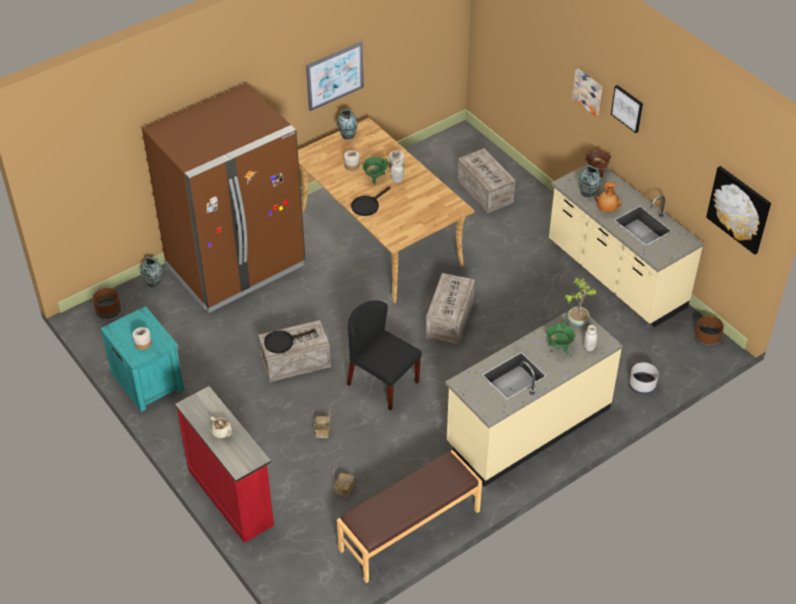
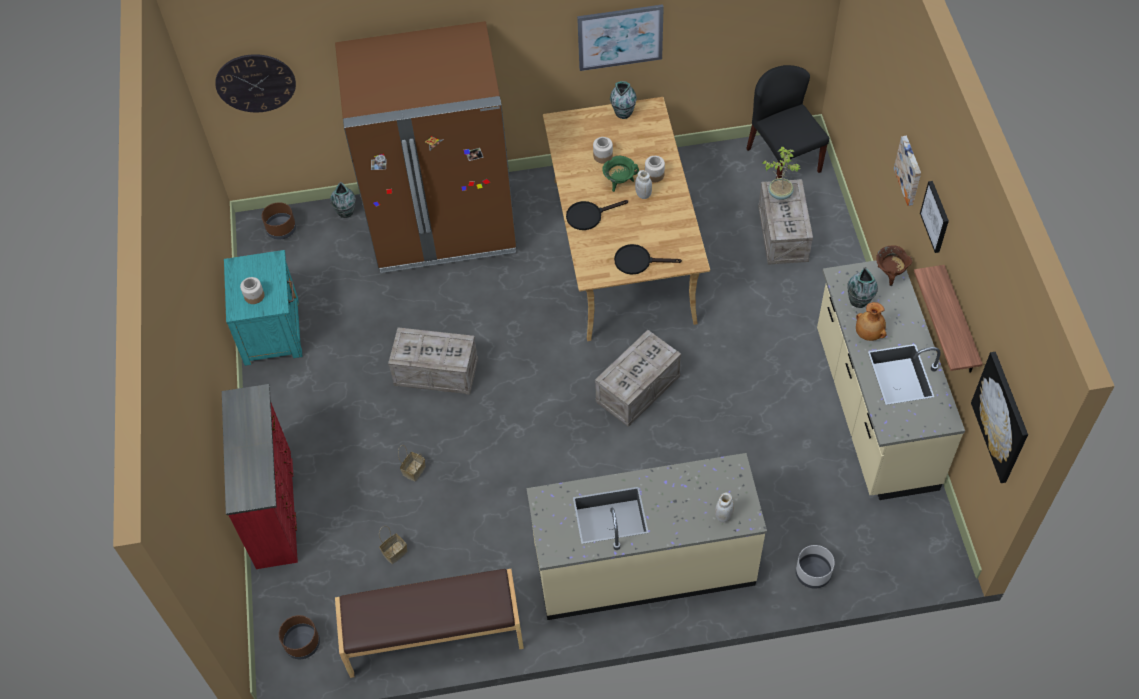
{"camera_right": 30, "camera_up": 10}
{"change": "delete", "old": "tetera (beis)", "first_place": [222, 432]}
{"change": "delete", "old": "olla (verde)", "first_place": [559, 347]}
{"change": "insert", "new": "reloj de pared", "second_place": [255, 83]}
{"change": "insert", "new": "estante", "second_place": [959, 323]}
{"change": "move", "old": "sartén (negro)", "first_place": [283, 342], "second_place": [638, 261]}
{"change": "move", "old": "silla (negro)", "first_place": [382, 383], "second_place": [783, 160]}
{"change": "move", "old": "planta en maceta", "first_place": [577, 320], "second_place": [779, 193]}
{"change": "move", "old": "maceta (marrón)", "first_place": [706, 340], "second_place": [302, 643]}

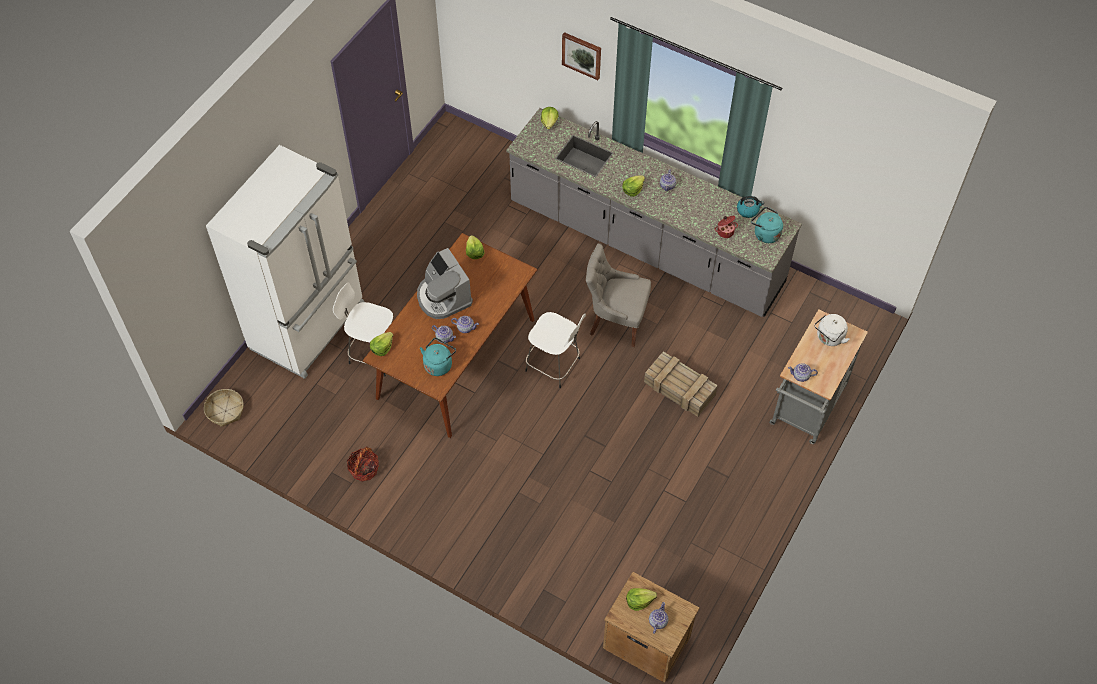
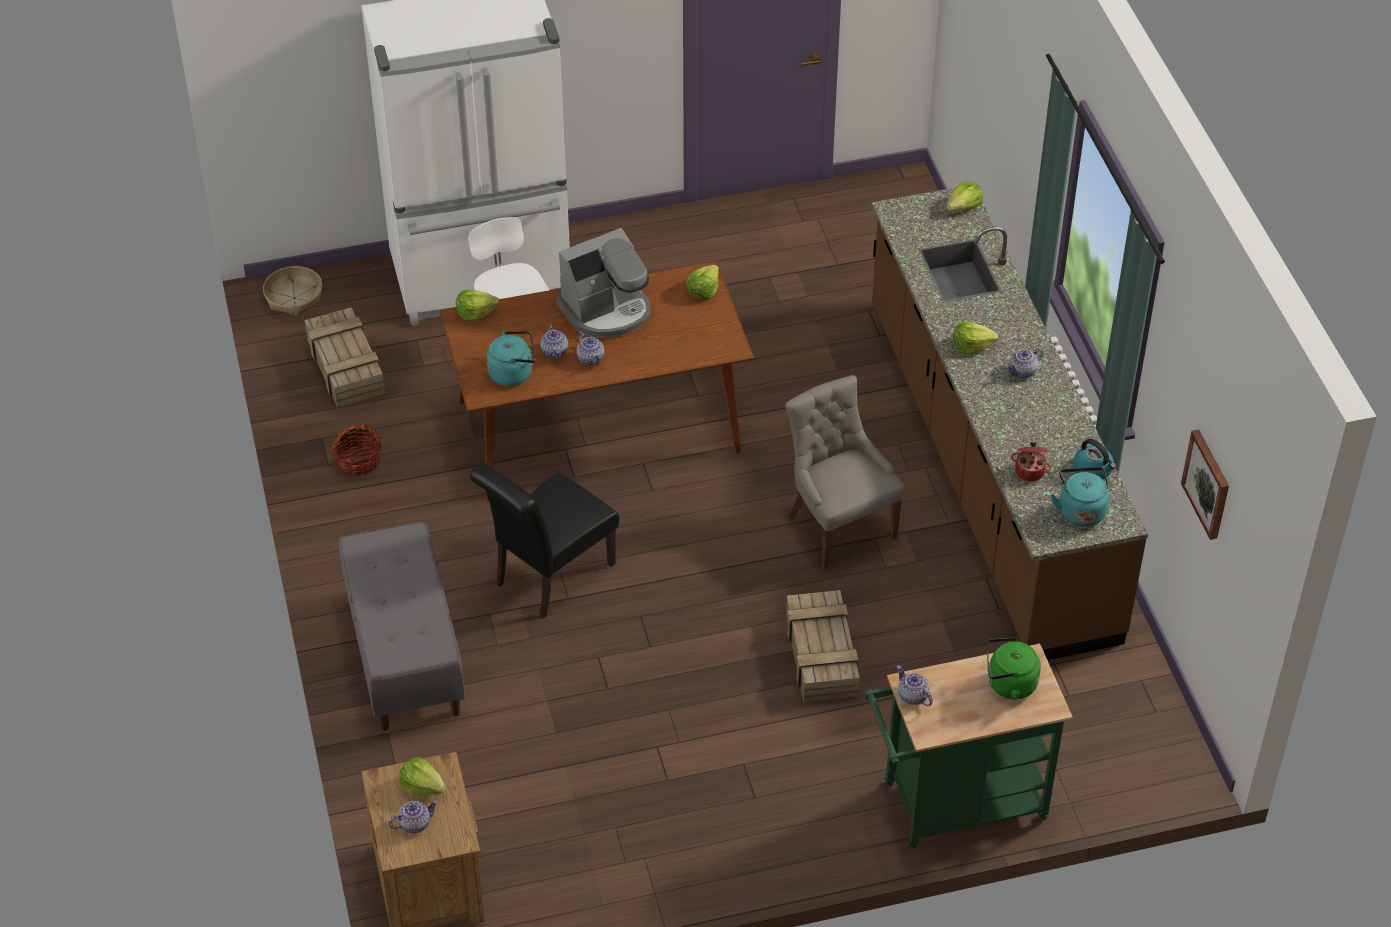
{"camera_right": 45, "camera_up": -10}
{"change": "delete", "old": "taburete (blanco)", "first_place": [554, 365]}
{"change": "insert", "new": "caja de embalaje", "second_place": [344, 366]}
{"change": "insert", "new": "banco (gris)", "second_place": [404, 653]}
{"change": "insert", "new": "silla (negro)", "second_place": [549, 577]}
{"change": "move", "old": "cuadro", "first_place": [582, 55], "second_place": [1208, 484]}
{"change": "recolor", "old": "mueble bajo de cocina (gris)", "new": "mueble bajo de cocina (marrón)", "first_place": [645, 244], "second_place": [988, 470]}
{"change": "recolor", "old": "carrito (gris)", "new": "carrito (verde)", "first_place": [806, 410], "second_place": [954, 805]}
{"change": "recolor", "old": "hervidor (blanco)", "new": "hervidor (verde)", "first_place": [829, 338], "second_place": [1008, 684]}
{"change": "rotate", "old": "cafetera", "first_place": [443, 297], "second_place": [607, 311], "degrees": -135}

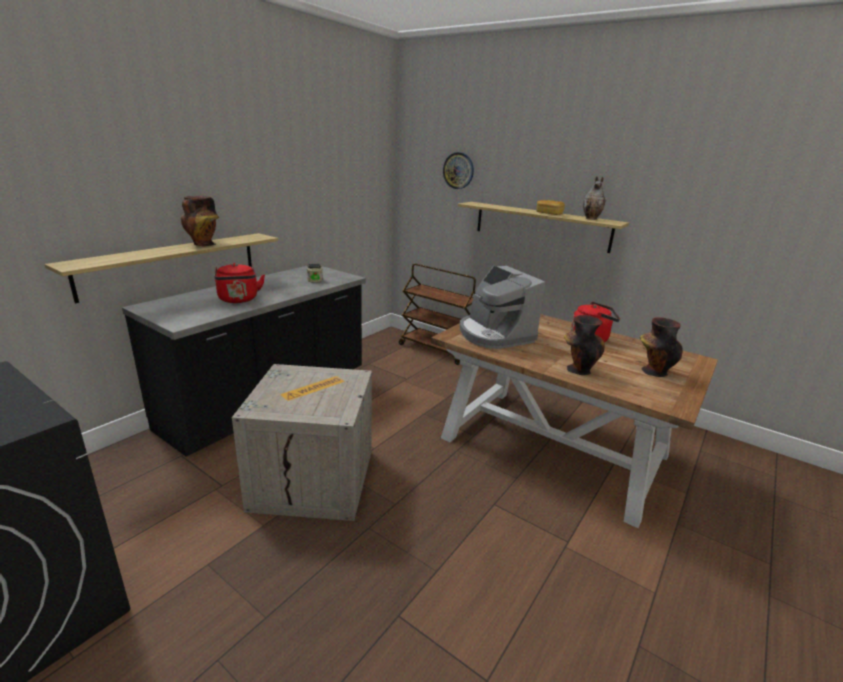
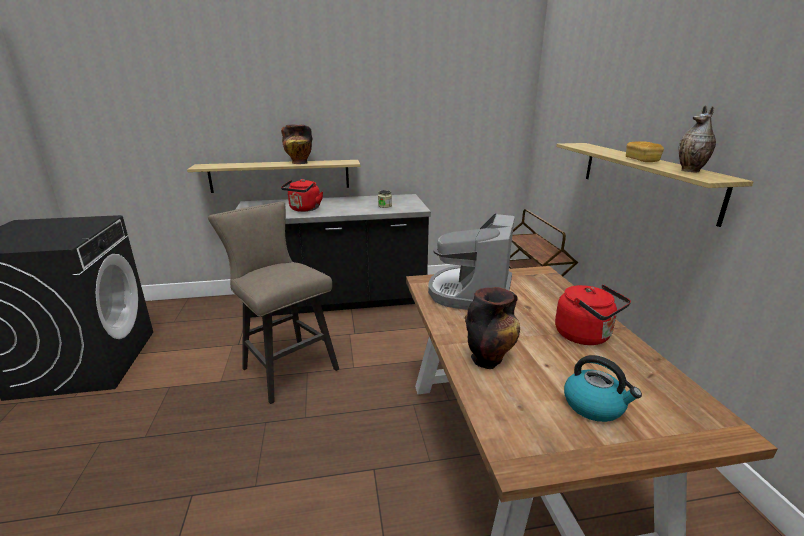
{"camera_right": 45, "camera_up": 0}
{"change": "delete", "old": "reloj de pared", "first_place": [458, 170]}
{"change": "replace", "old": "caja de embalaje", "new": "taburete (beis)", "first_place": [312, 478], "second_place": [285, 367]}
{"change": "replace", "old": "florero", "new": "hervidor", "first_place": [653, 371], "second_place": [594, 406]}

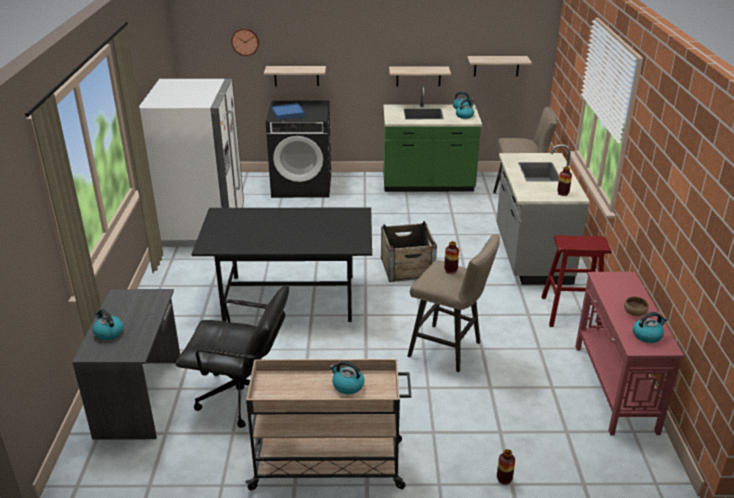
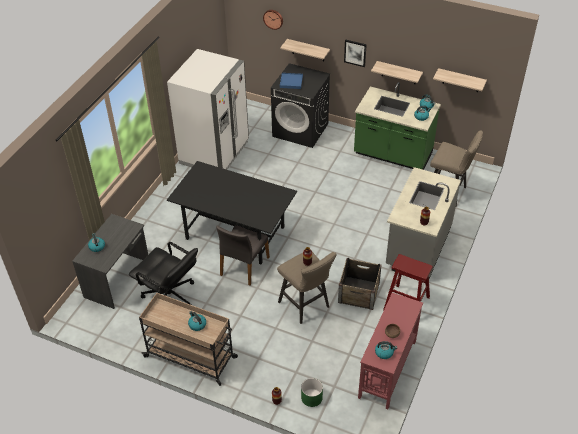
{"camera_right": 25, "camera_up": 15}
{"change": "insert", "new": "silla (gris)", "second_place": [243, 266]}
{"change": "insert", "new": "maceta (verde)", "second_place": [311, 397]}
{"change": "insert", "new": "cuadro", "second_place": [355, 52]}
{"change": "move", "old": "caja de embalaje", "first_place": [407, 267], "second_place": [358, 292]}

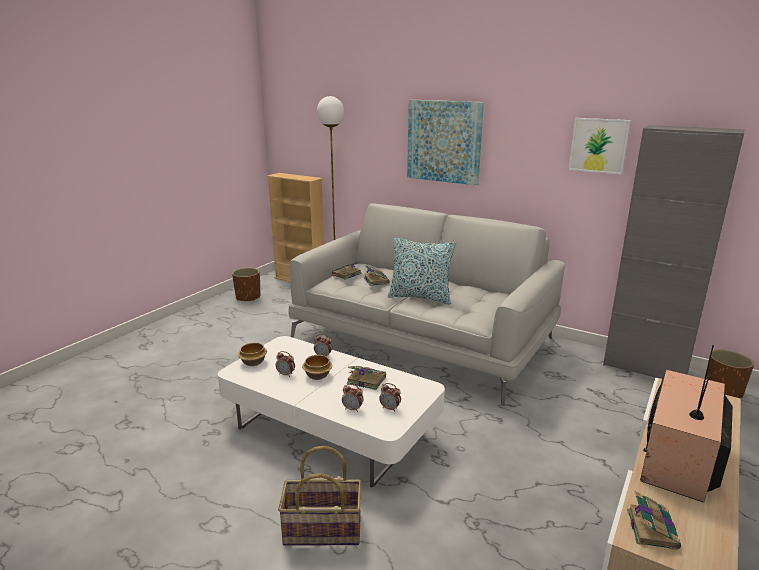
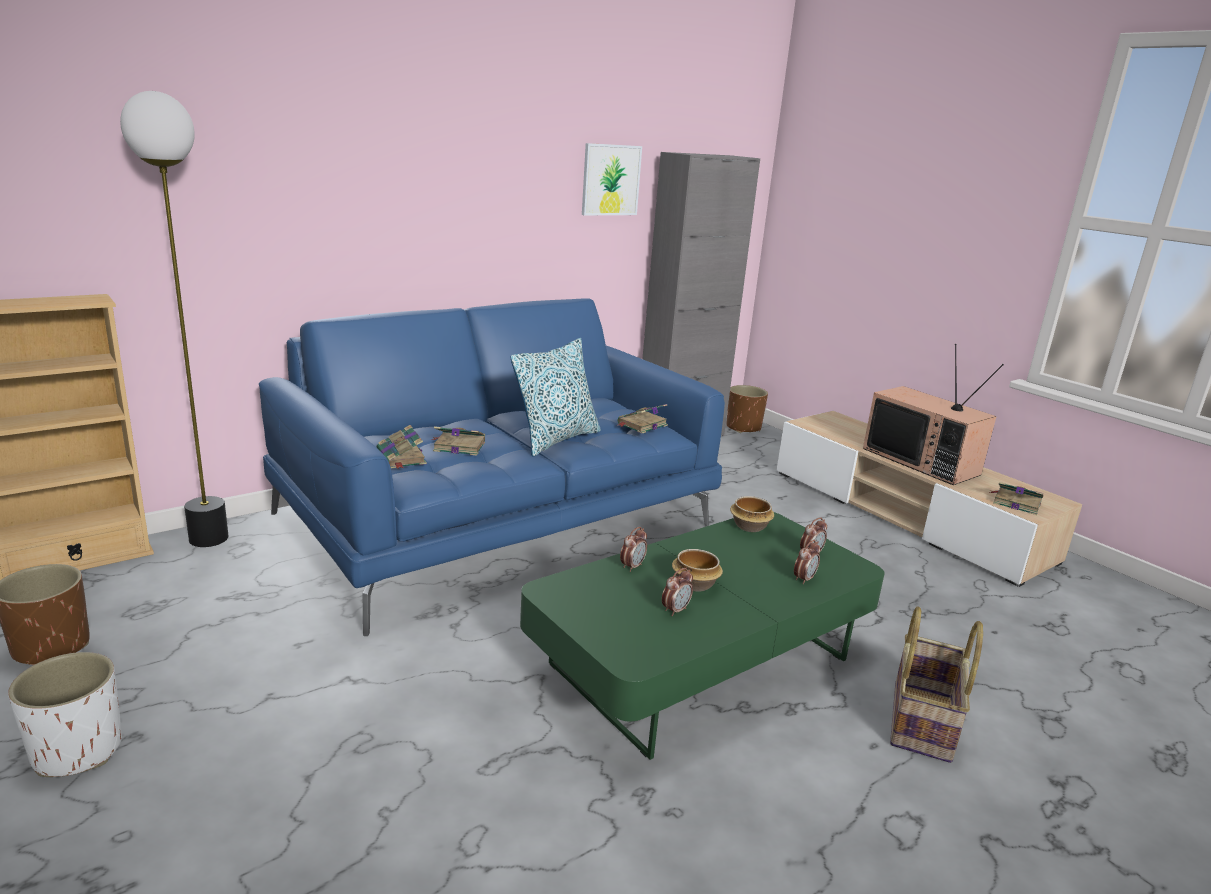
{"camera_right": -70, "camera_up": 0}
{"change": "delete", "old": "cuadro", "first_place": [444, 141]}
{"change": "insert", "new": "maceta (blanco)", "second_place": [77, 750]}
{"change": "move", "old": "cuenco", "first_place": [254, 362], "second_place": [750, 526]}
{"change": "move", "old": "libro", "first_place": [365, 380], "second_place": [641, 425]}
{"change": "recolor", "old": "mesa de centro (blanco)", "new": "mesa de centro (verde)", "first_place": [330, 430], "second_place": [700, 662]}
{"change": "recolor", "old": "sofá (gris)", "new": "sofá (azul)", "first_place": [423, 340], "second_place": [500, 520]}

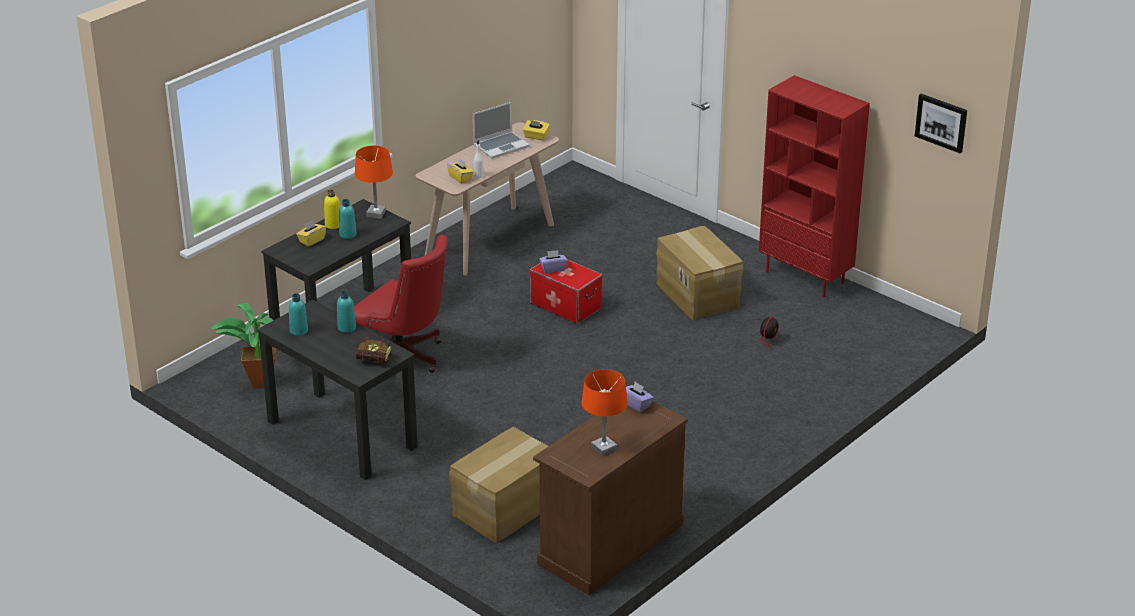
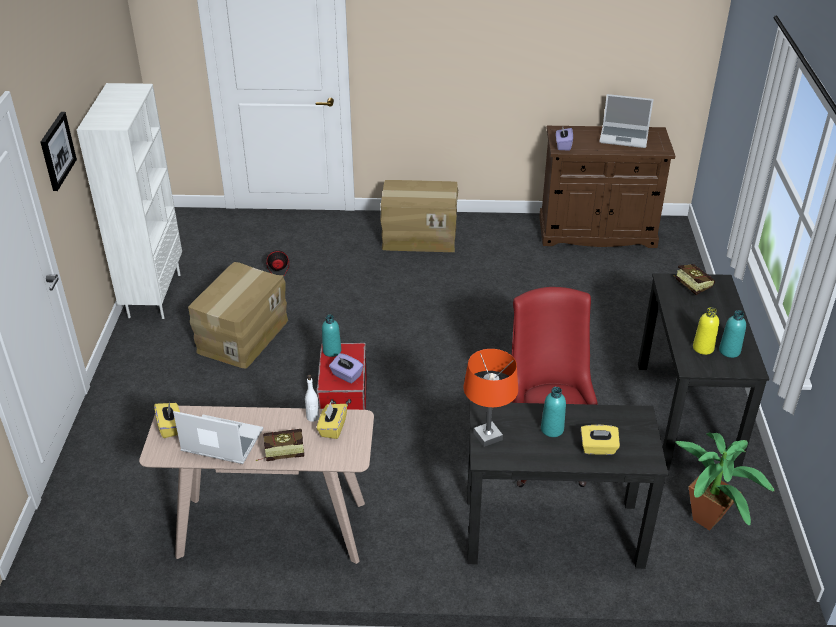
{"camera_right": -130, "camera_up": 5}
{"change": "insert", "new": "libro", "second_place": [279, 452]}
{"change": "move", "old": "botella (amarillo)", "first_place": [333, 225], "second_place": [703, 348]}
{"change": "move", "old": "botella (turquesa)", "first_place": [346, 328], "second_place": [332, 351]}
{"change": "move", "old": "caja de cartón", "first_place": [506, 509], "second_place": [419, 236]}
{"change": "move", "old": "cuadro", "first_place": [941, 122], "second_place": [56, 151]}
{"change": "replace", "old": "lámpara de mesa (naranja)", "new": "portátil", "first_place": [603, 448], "second_place": [624, 137]}
{"change": "recolor", "old": "estantería (rojo)", "new": "estantería (blanco)", "first_place": [806, 277], "second_place": [153, 295]}

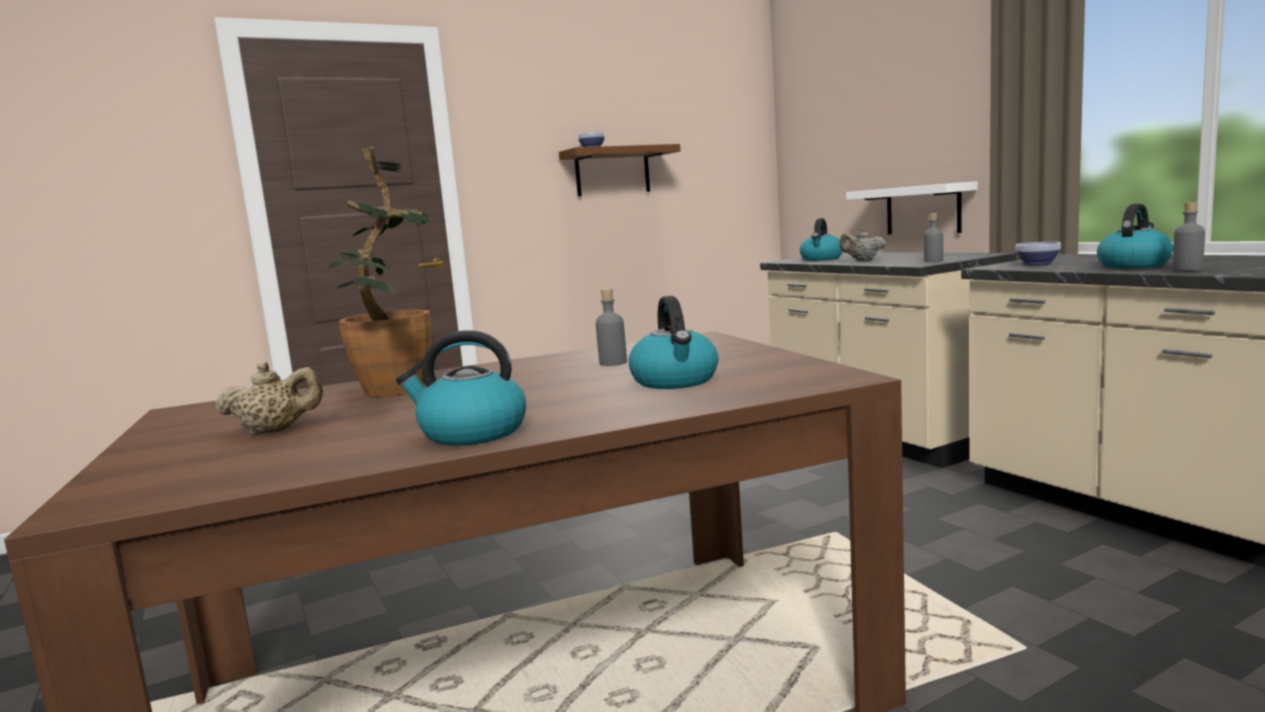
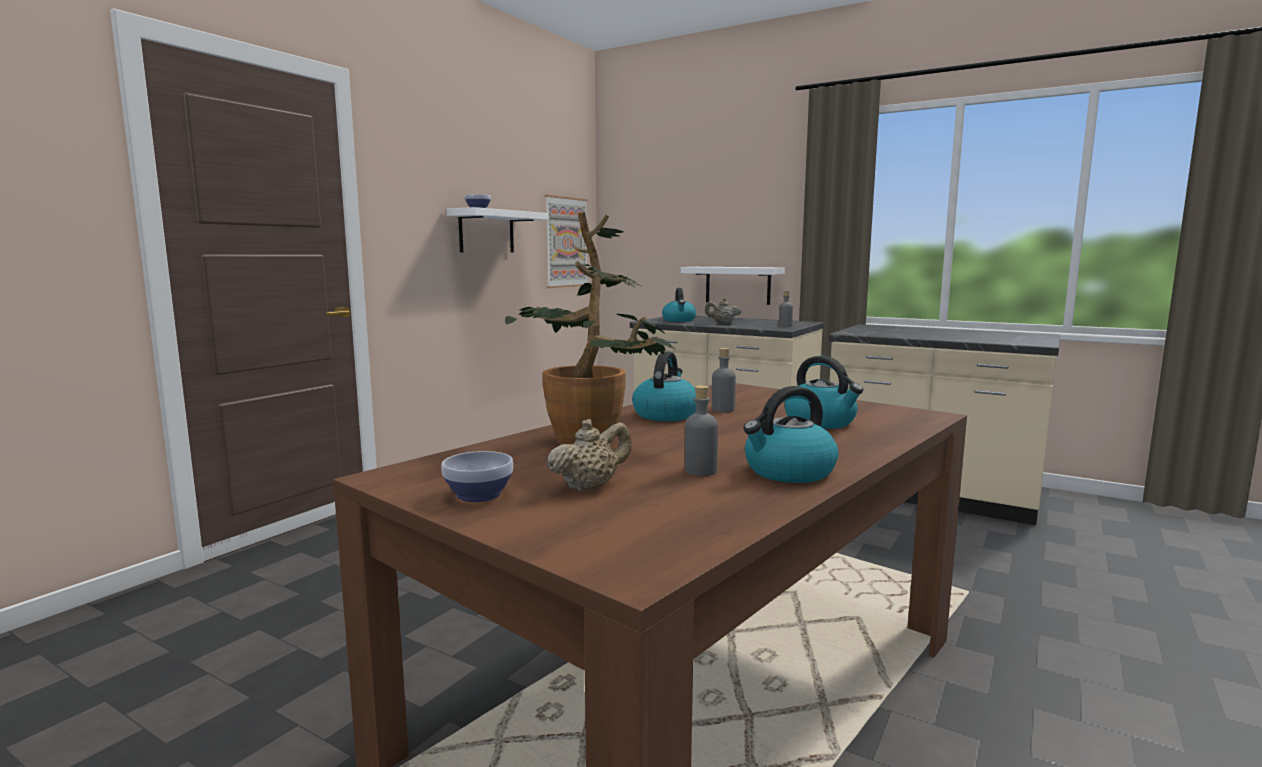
{"camera_right": -30, "camera_up": 0}
{"change": "insert", "new": "cuadro", "second_place": [566, 242]}
{"change": "move", "old": "cuenco", "first_place": [1036, 264], "second_place": [478, 495]}
{"change": "move", "old": "hervidor", "first_place": [1133, 265], "second_place": [665, 414]}
{"change": "move", "old": "botella (gris)", "first_place": [1187, 269], "second_place": [700, 471]}
{"change": "recolor", "old": "estante (marrón)", "new": "estante (blanco)", "first_place": [612, 172], "second_place": [486, 232]}

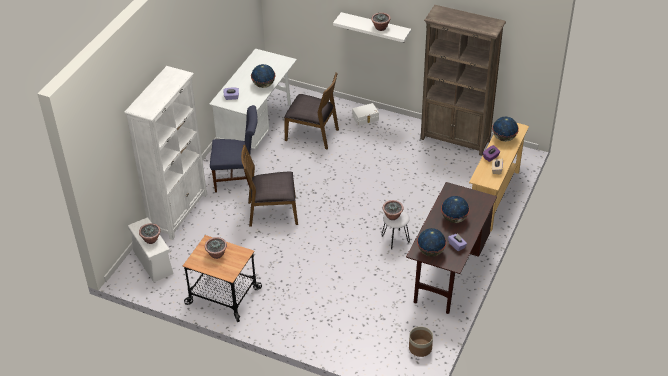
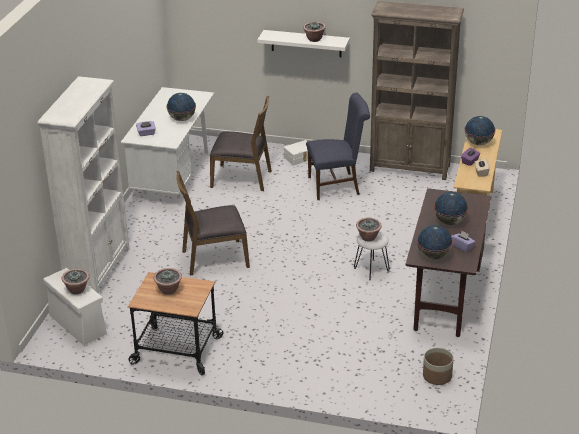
{"camera_right": -10, "camera_up": -10}
{"change": "move", "old": "silla (azul)", "first_place": [238, 178], "second_place": [337, 185]}

